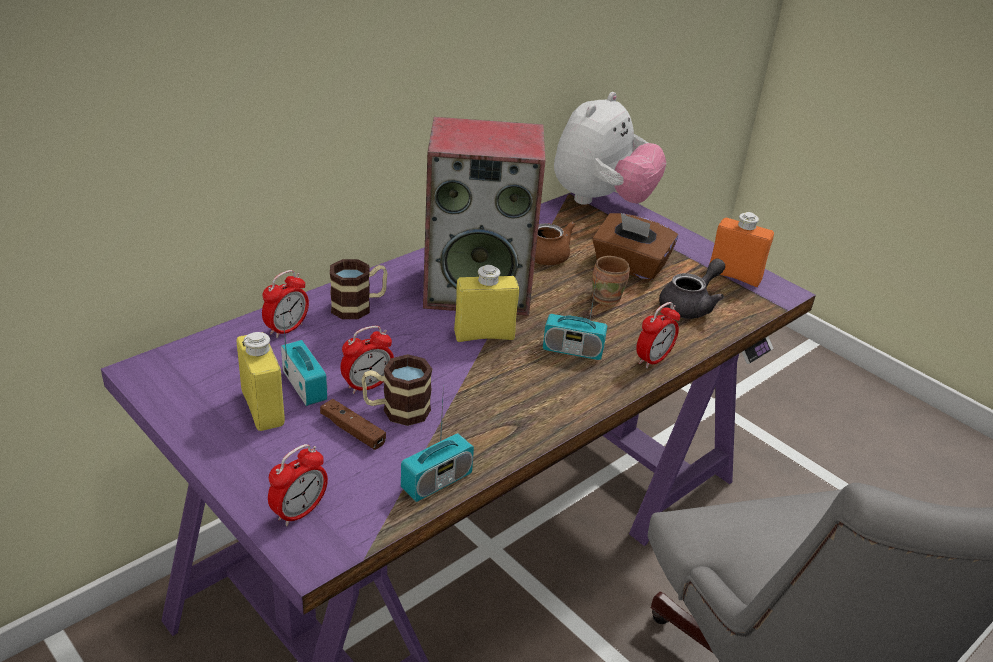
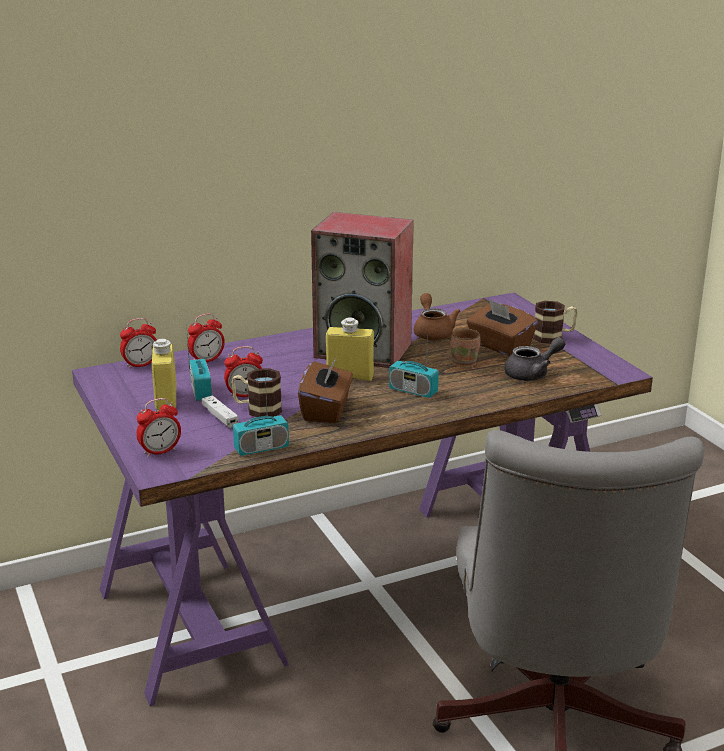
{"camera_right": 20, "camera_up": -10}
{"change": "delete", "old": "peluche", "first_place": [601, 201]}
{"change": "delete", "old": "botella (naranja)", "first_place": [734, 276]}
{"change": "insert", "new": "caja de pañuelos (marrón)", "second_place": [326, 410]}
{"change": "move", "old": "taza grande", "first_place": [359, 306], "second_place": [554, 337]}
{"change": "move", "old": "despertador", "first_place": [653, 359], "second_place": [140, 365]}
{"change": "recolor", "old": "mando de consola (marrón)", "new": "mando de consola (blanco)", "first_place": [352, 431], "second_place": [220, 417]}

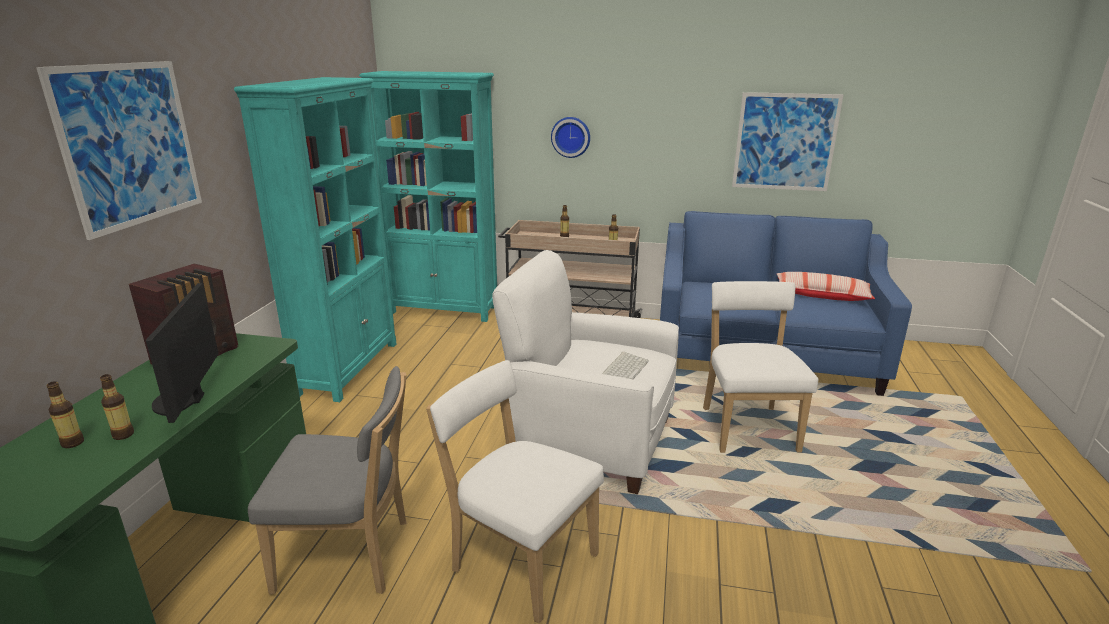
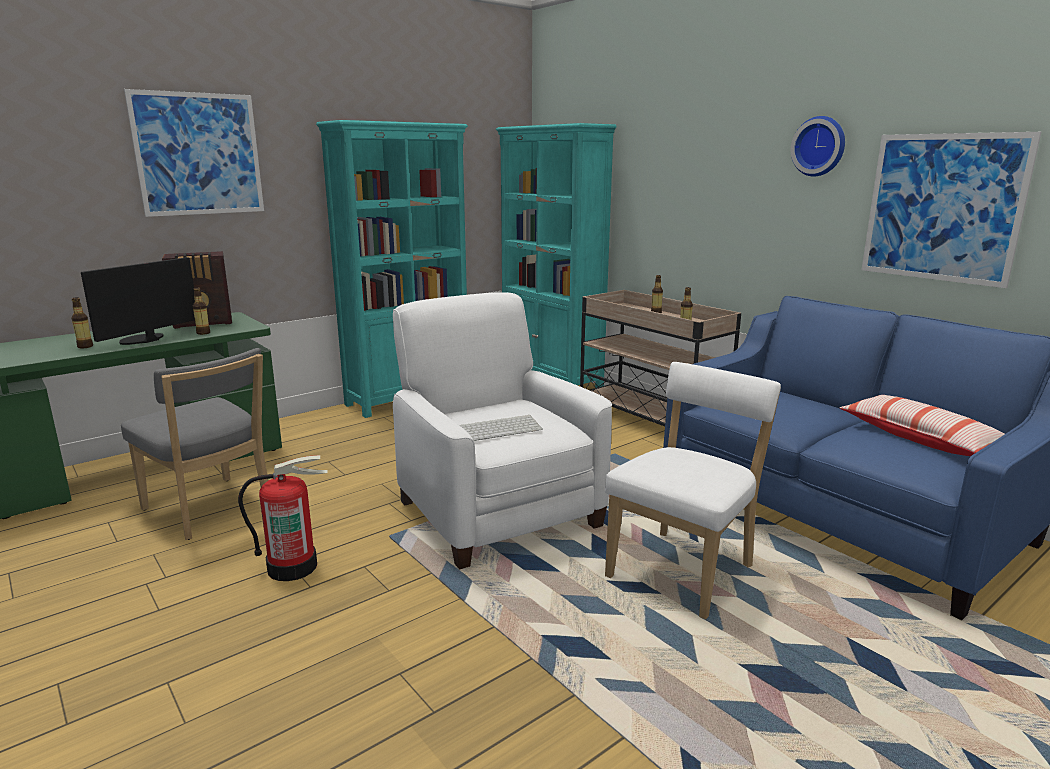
{"camera_right": 40, "camera_up": -5}
{"change": "move", "old": "botella", "first_place": [72, 443], "second_place": [203, 333]}
{"change": "move", "old": "reloj de pared", "first_place": [571, 137], "second_place": [820, 146]}
{"change": "replace", "old": "silla (blanco)", "new": "extintor", "first_place": [520, 560], "second_place": [293, 566]}

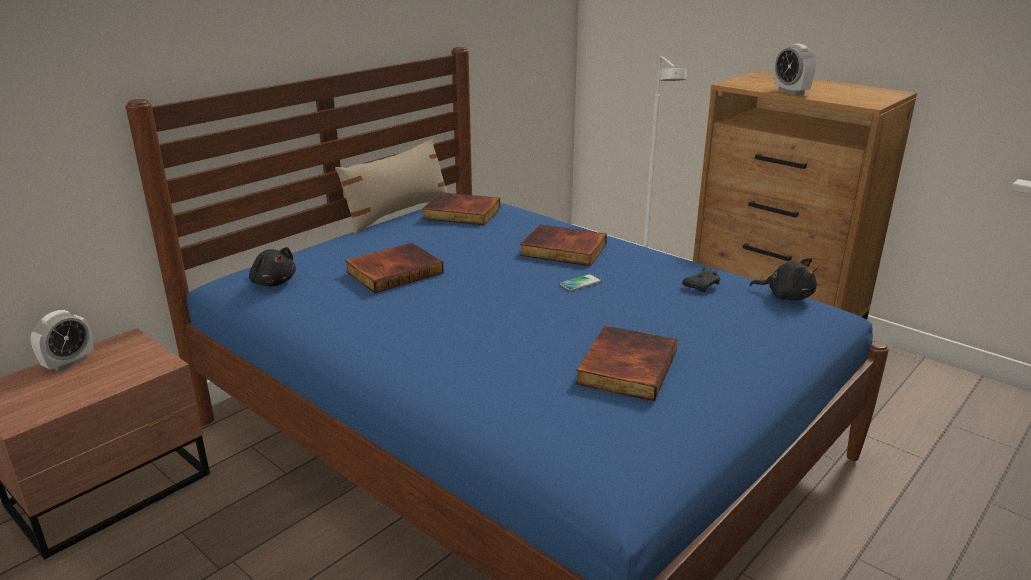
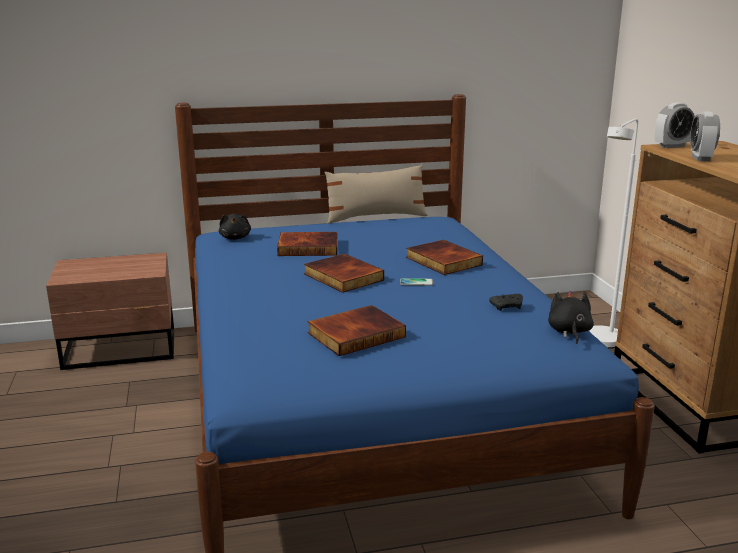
{"camera_right": 35, "camera_up": -5}
{"change": "move", "old": "despertador", "first_place": [69, 363], "second_place": [671, 146]}
{"change": "move", "old": "libro", "first_place": [461, 213], "second_place": [342, 277]}
{"change": "rotate", "old": "peluche (negro)", "first_place": [786, 296], "second_place": [569, 332], "degrees": -150}

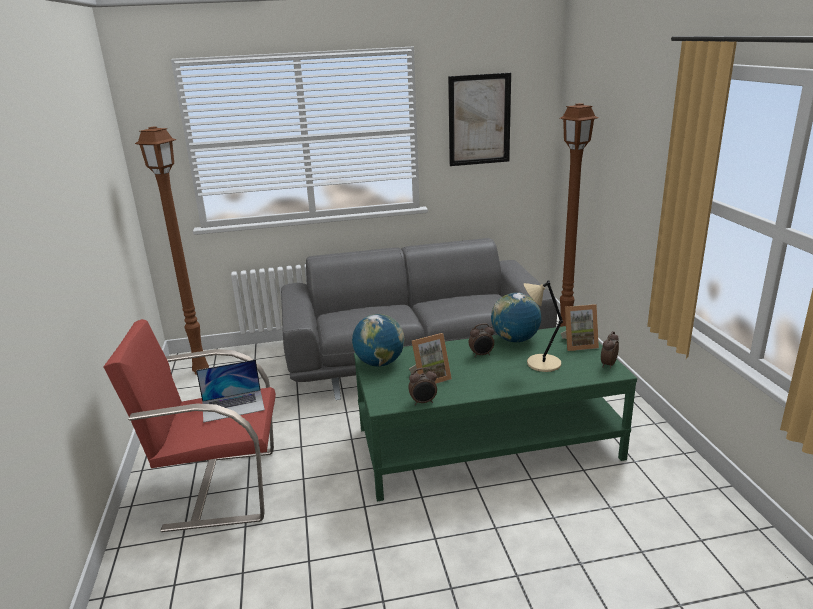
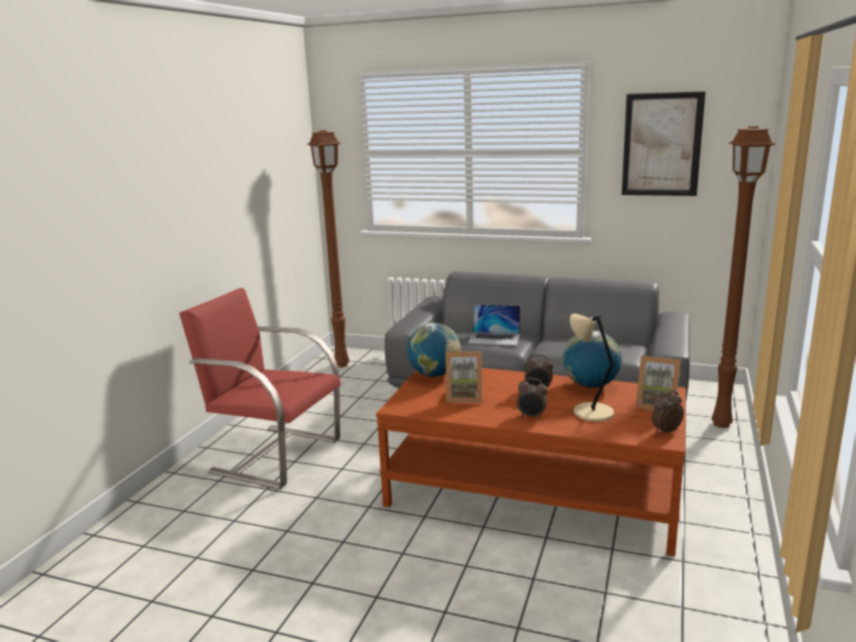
{"camera_right": 30, "camera_up": -5}
{"change": "move", "old": "portátil", "first_place": [233, 405], "second_place": [494, 338]}
{"change": "move", "old": "despertador", "first_place": [423, 402], "second_place": [531, 416]}
{"change": "recolor", "old": "mesa de centro (verde)", "new": "mesa de centro (marrón)", "first_place": [487, 443], "second_place": [533, 492]}

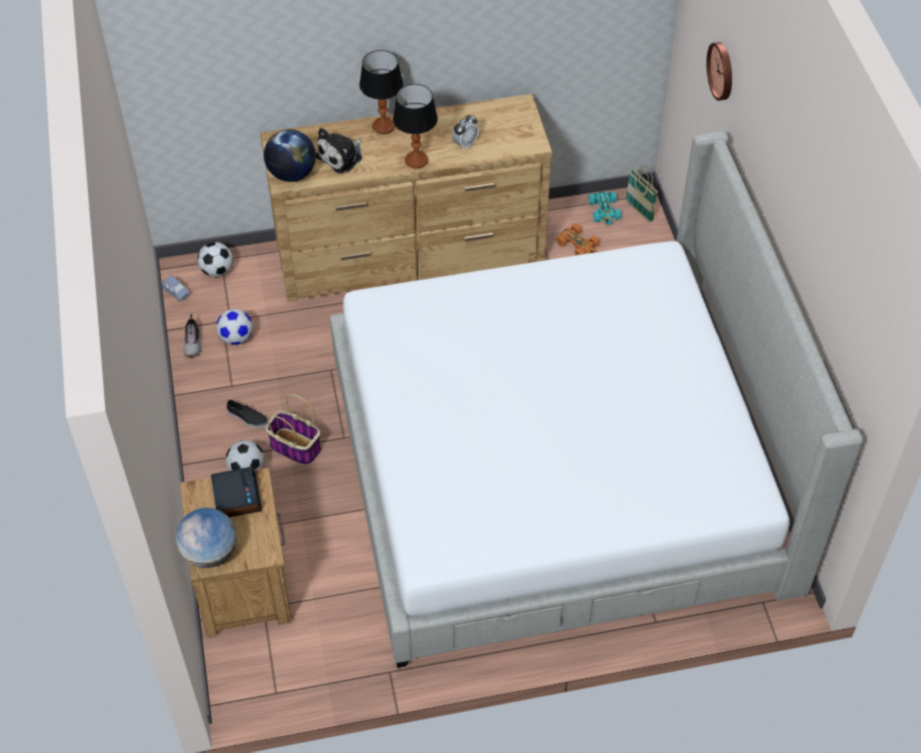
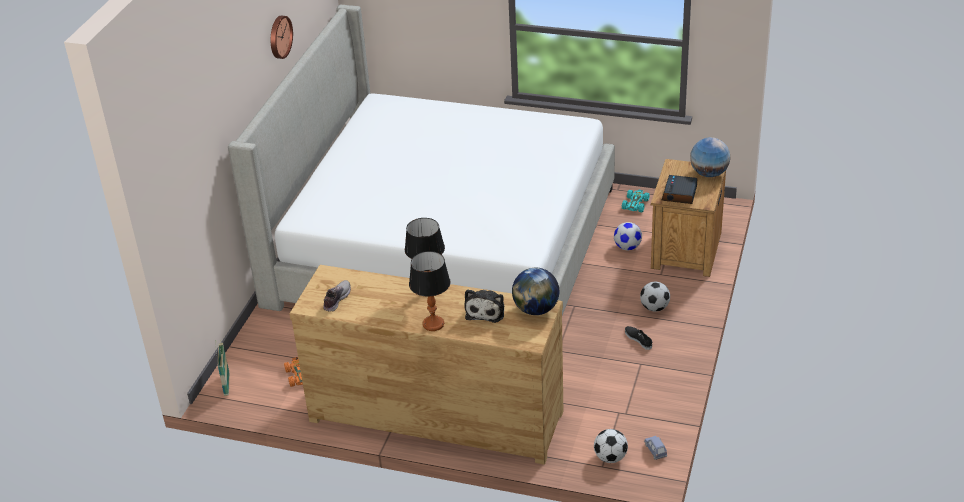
{"camera_right": -150, "camera_up": -15}
{"change": "delete", "old": "cesta", "first_place": [294, 447]}
{"change": "delete", "old": "despertador", "first_place": [465, 144]}
{"change": "move", "old": "zapato", "first_place": [193, 343], "second_place": [336, 300]}
{"change": "move", "old": "balón de fútbol", "first_place": [236, 338], "second_place": [627, 247]}
{"change": "move", "old": "coche de juguete (turquesa)", "first_place": [604, 211], "second_place": [635, 204]}
{"change": "move", "old": "reloj de pared", "first_place": [722, 70], "second_place": [279, 37]}
{"change": "rotate", "old": "peluche", "first_place": [341, 156], "second_place": [486, 310], "degrees": 120}

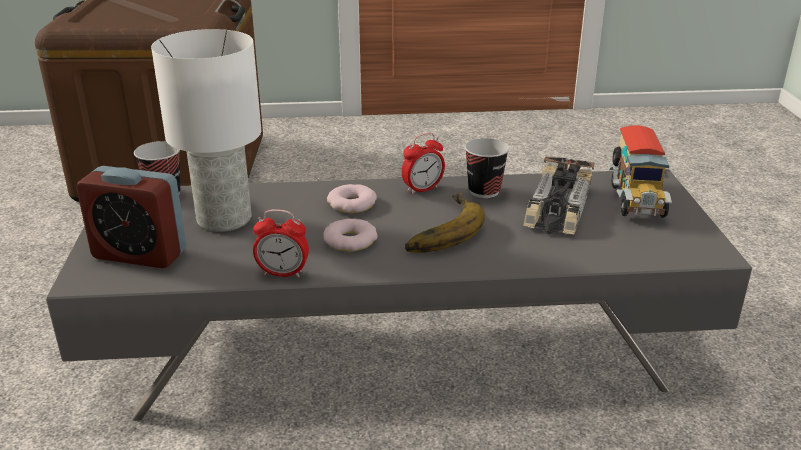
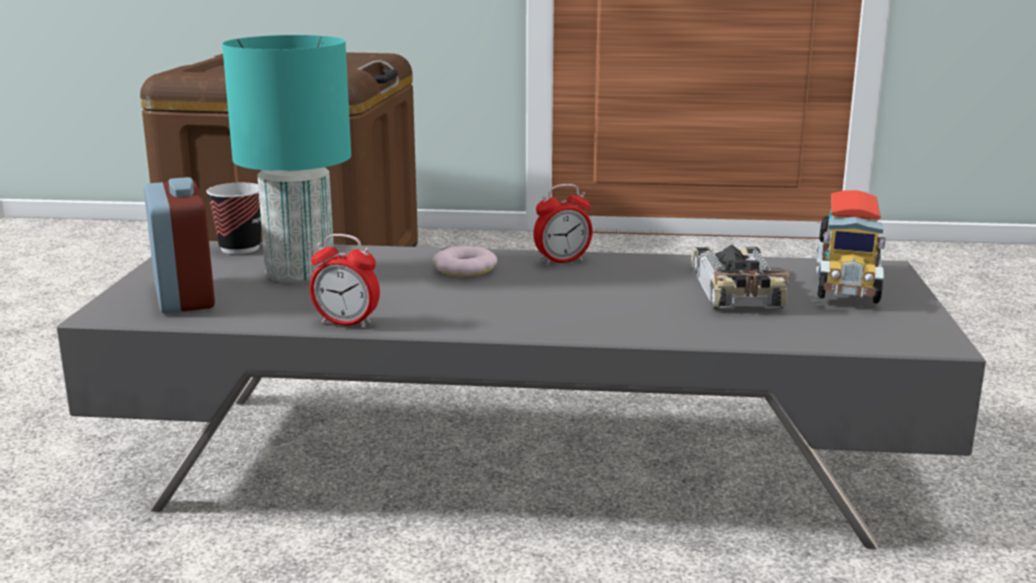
{"camera_right": 10, "camera_up": -10}
{"change": "delete", "old": "rosquilla", "first_place": [350, 240]}
{"change": "delete", "old": "plátano", "first_place": [438, 230]}
{"change": "delete", "old": "taza", "first_place": [484, 191]}
{"change": "recolor", "old": "lámpara de mesa (blanco)", "new": "lámpara de mesa (turquesa)", "first_place": [226, 218], "second_place": [302, 272]}
{"change": "rotate", "old": "despertador", "first_place": [140, 254], "second_place": [184, 296], "degrees": -135}
{"change": "rotate", "old": "coche de juguete", "first_place": [558, 208], "second_place": [734, 287], "degrees": 150}

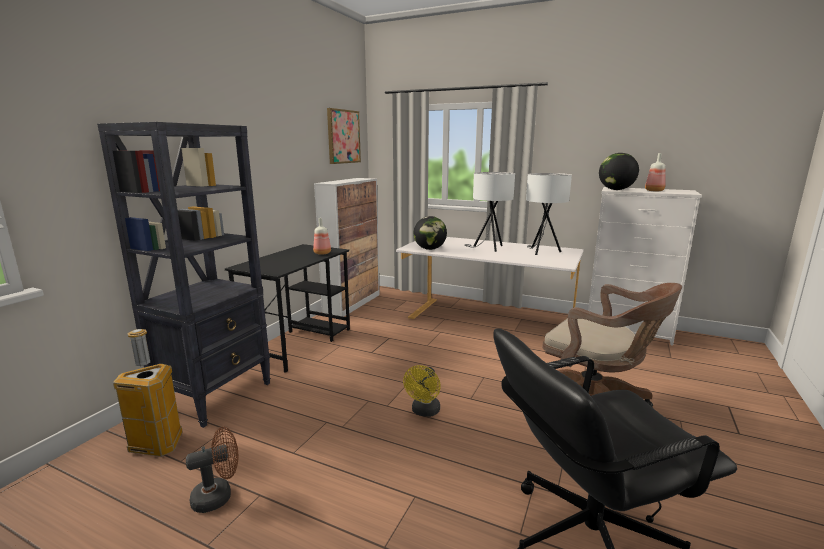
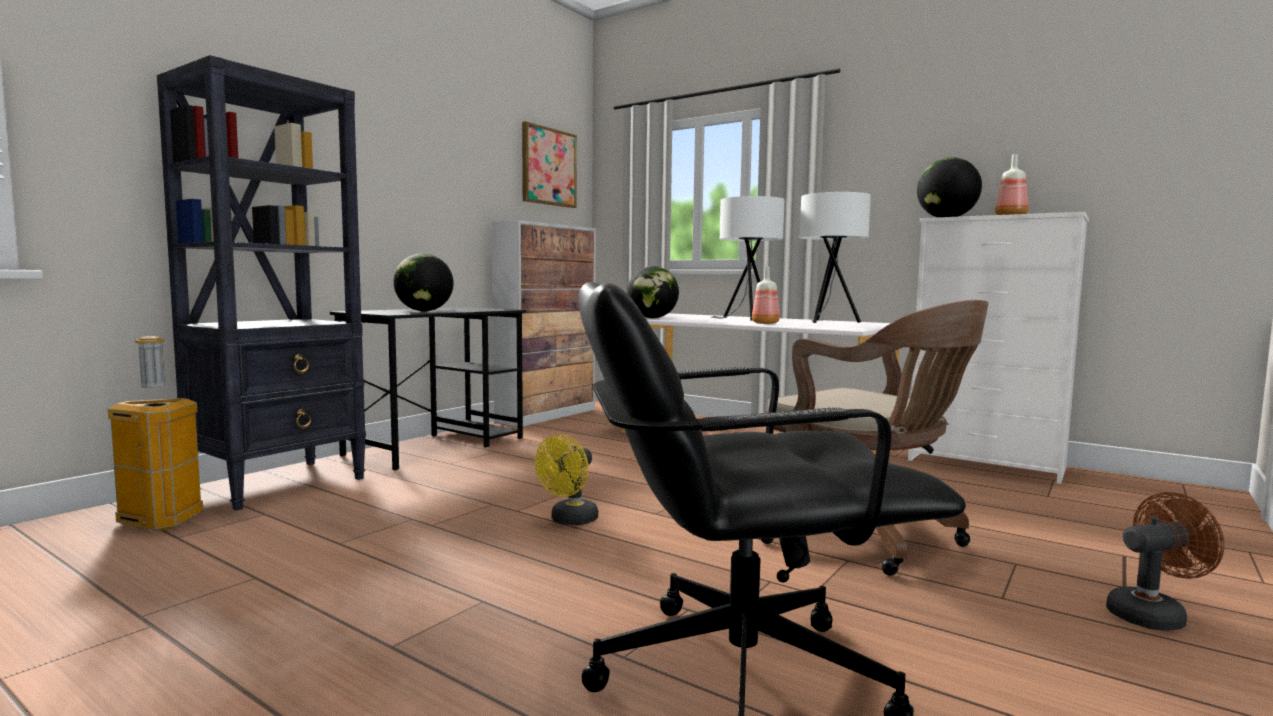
{"camera_right": 10, "camera_up": -10}
{"change": "insert", "new": "globo terráqueo", "second_place": [424, 311]}
{"change": "move", "old": "ventilador (marrón)", "first_place": [218, 496], "second_place": [1153, 614]}
{"change": "move", "old": "botella", "first_place": [322, 253], "second_place": [765, 323]}

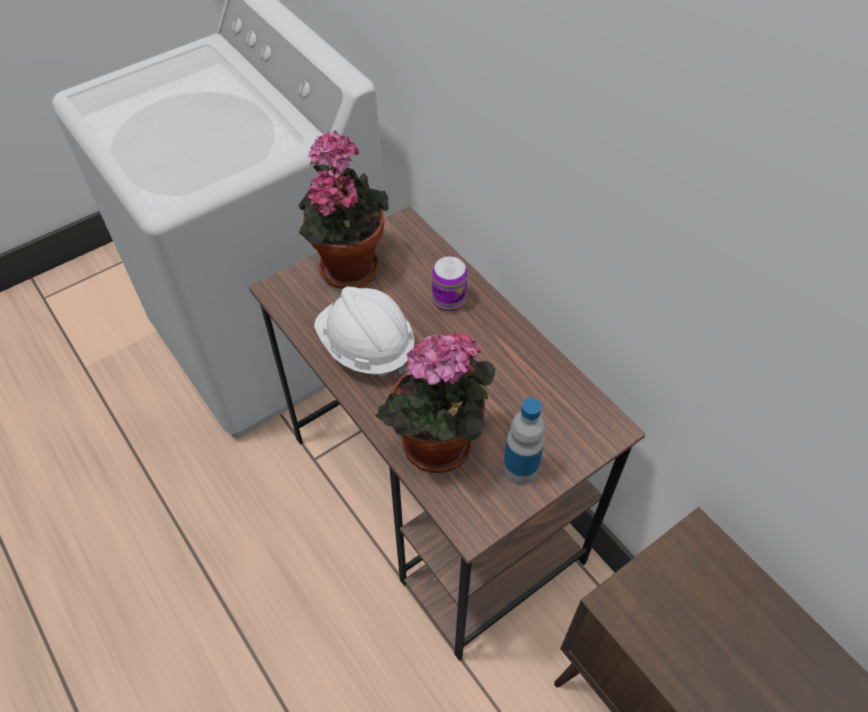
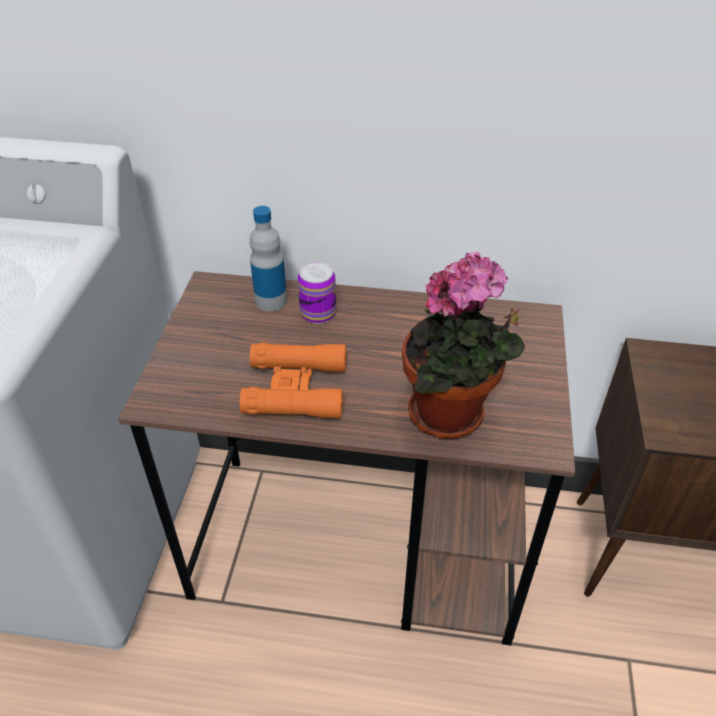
{"camera_right": -45, "camera_up": -10}
{"change": "delete", "old": "planta en maceta", "first_place": [347, 265]}
{"change": "move", "old": "botella", "first_place": [520, 469], "second_place": [271, 301]}
{"change": "replace", "old": "casco (blanco)", "new": "prismáticos (naranja)", "first_place": [366, 347], "second_place": [296, 388]}

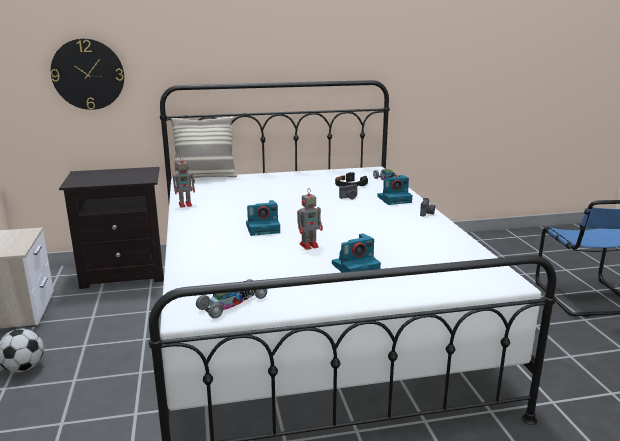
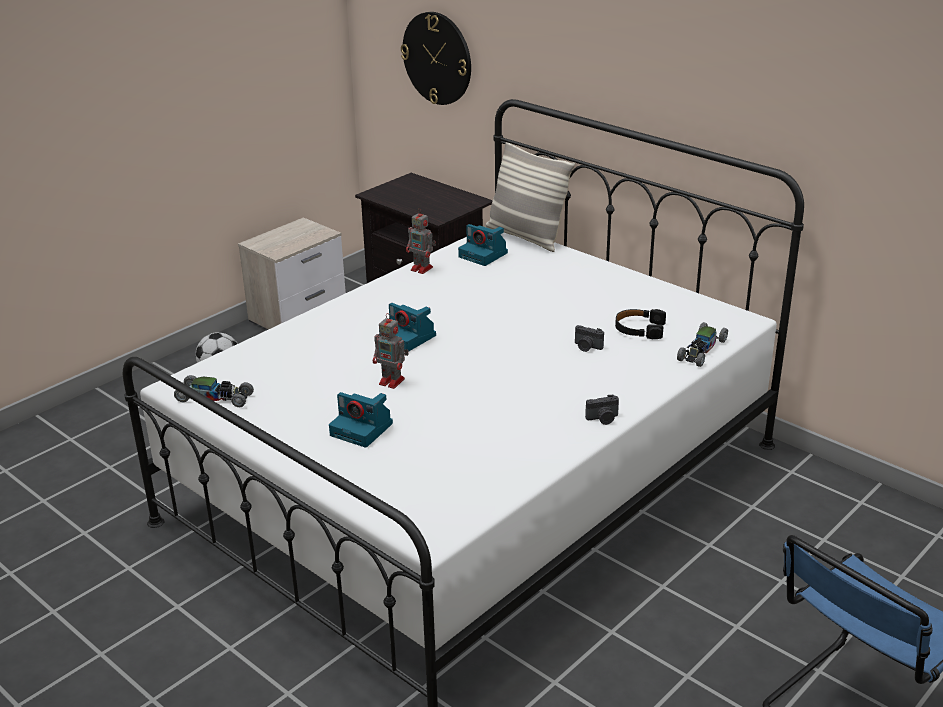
{"camera_right": 55, "camera_up": 10}
{"change": "move", "old": "cámara", "first_place": [394, 199], "second_place": [484, 255]}

